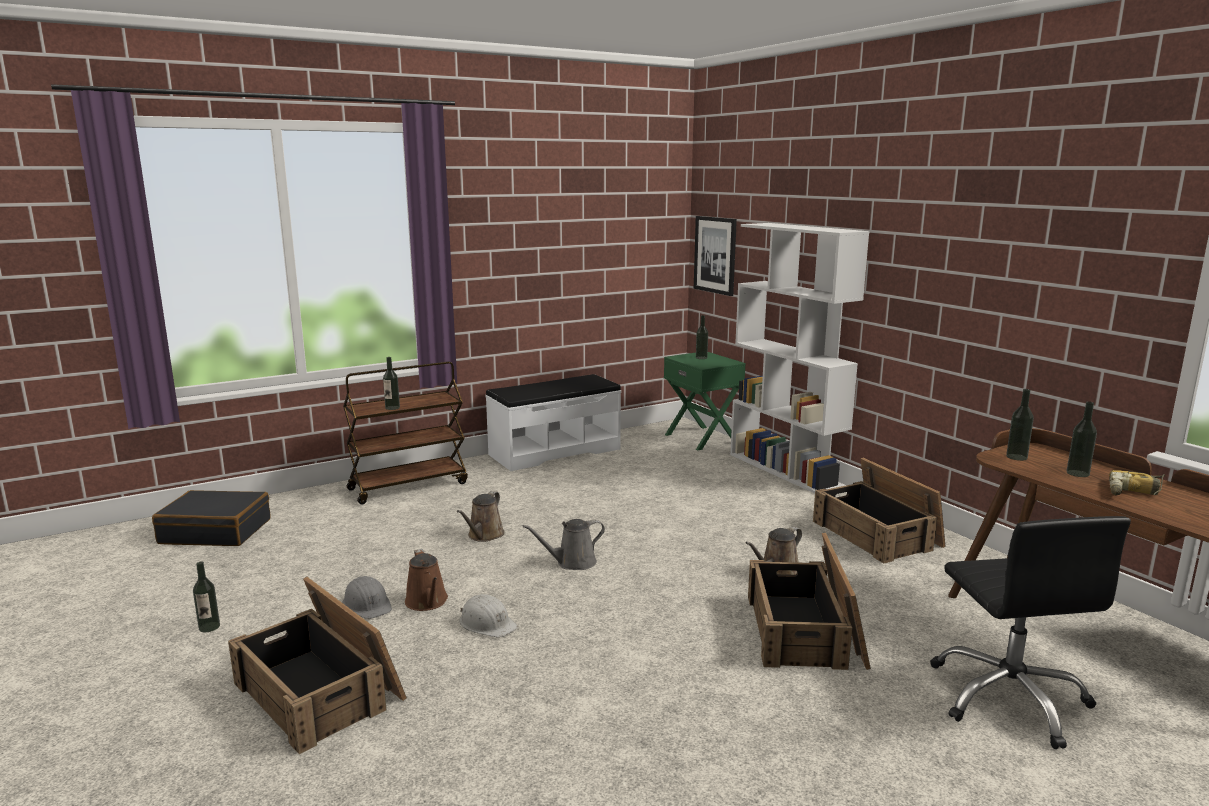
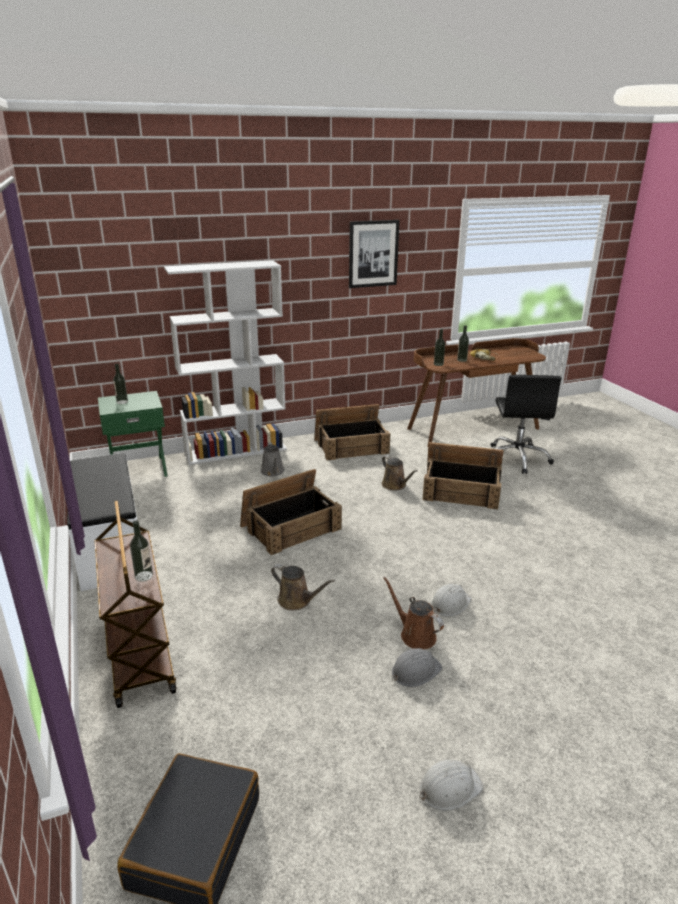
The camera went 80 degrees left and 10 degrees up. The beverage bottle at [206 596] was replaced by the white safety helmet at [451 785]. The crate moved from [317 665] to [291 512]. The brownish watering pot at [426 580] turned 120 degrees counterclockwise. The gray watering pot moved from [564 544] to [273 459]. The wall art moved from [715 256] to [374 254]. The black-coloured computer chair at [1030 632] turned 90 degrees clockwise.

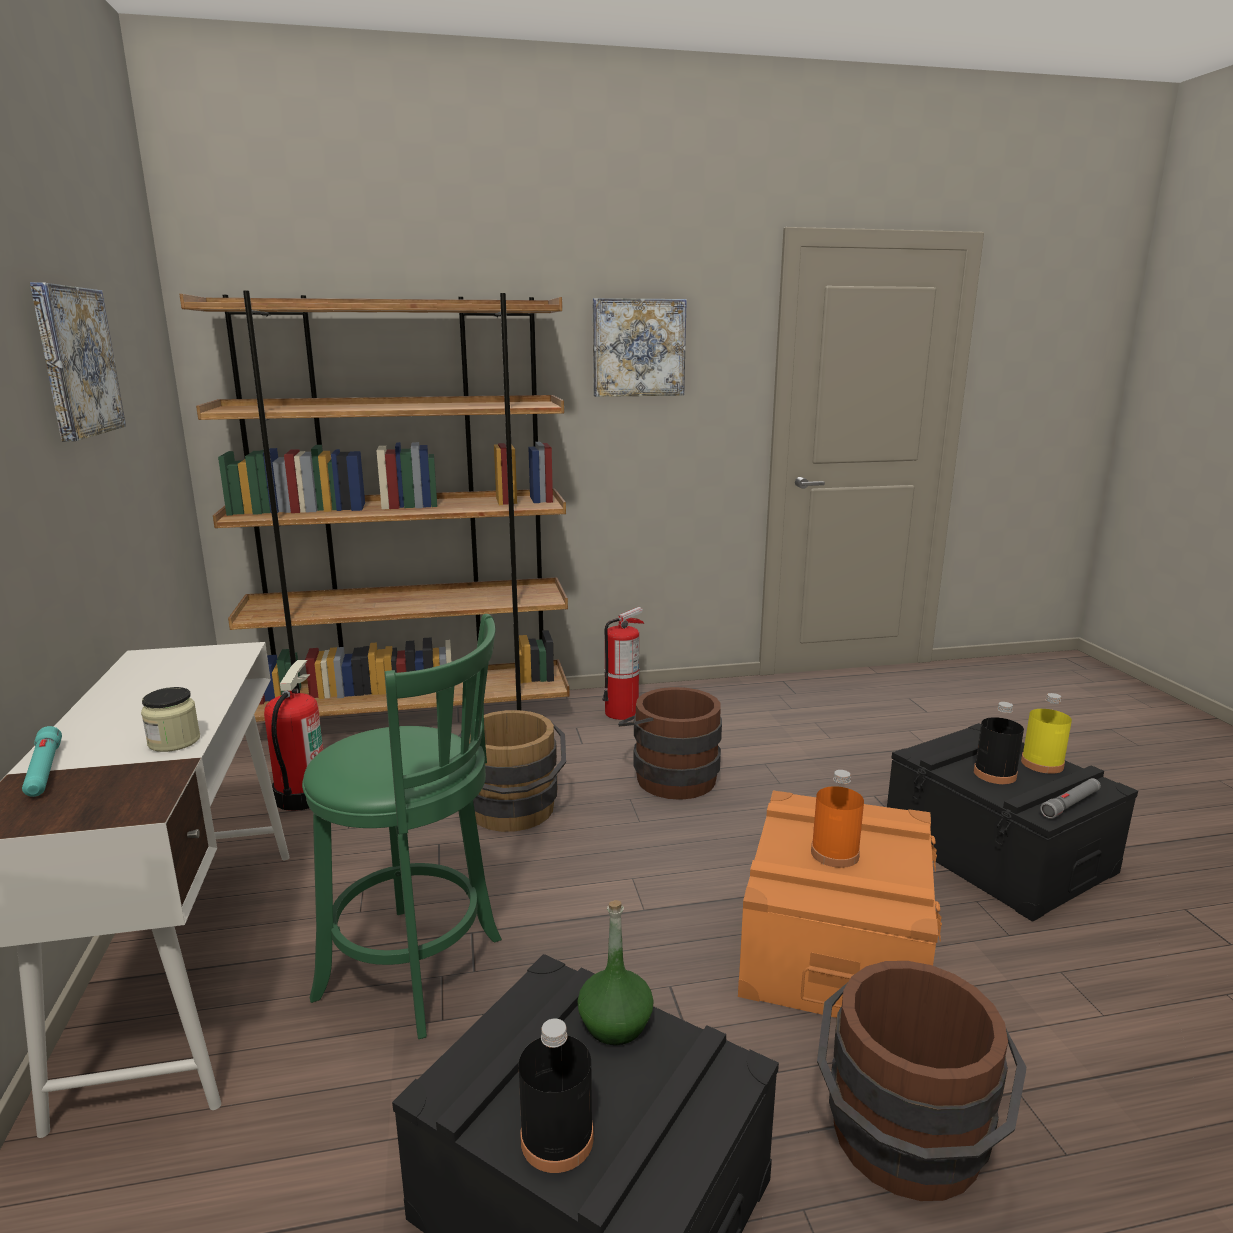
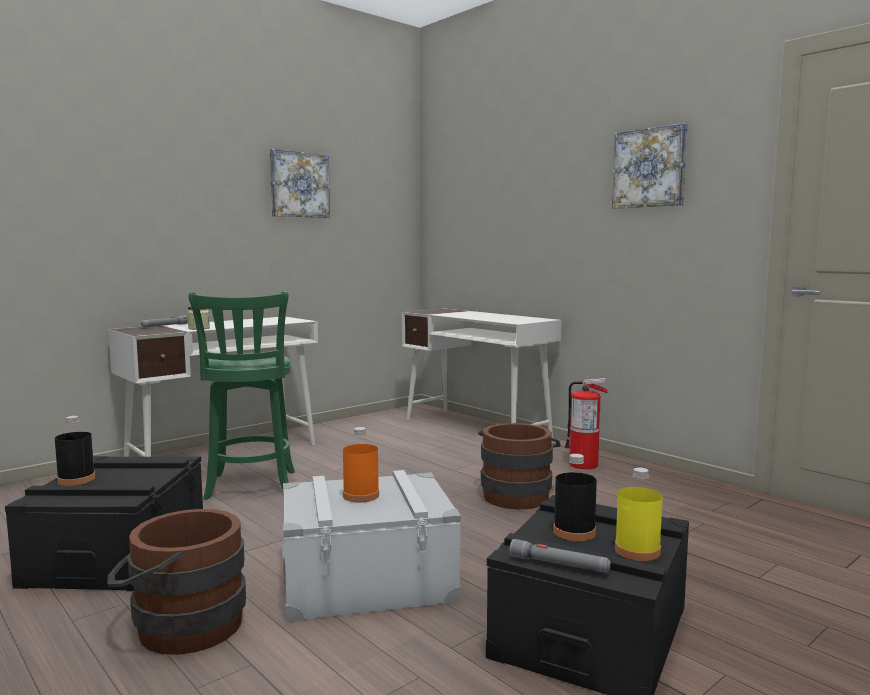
The camera went 60 degrees right and 10 degrees down. The turquoise-coloured flashlight at [42 761] became the gray flashlight at [164 321]. The brownish bookcase at [374 506] was replaced by the white desk at [482 373]. The fire extinguisher at [293 735] disappeared. The brownish pail at [512 771] disappeared. The green beverage bottle at [616 972] disappeared. The orange storage container at [840 904] became the gray storage container at [371 546].

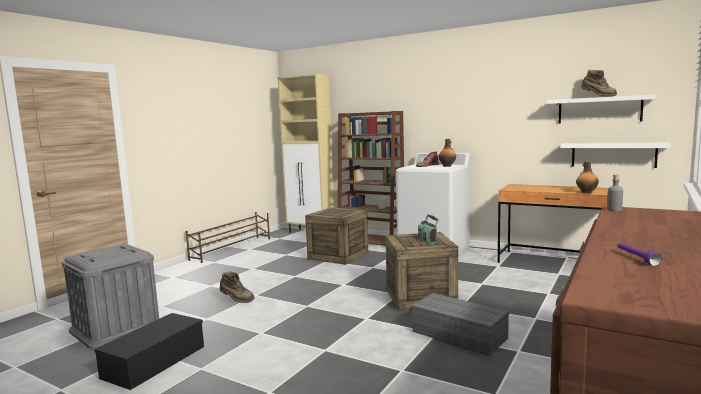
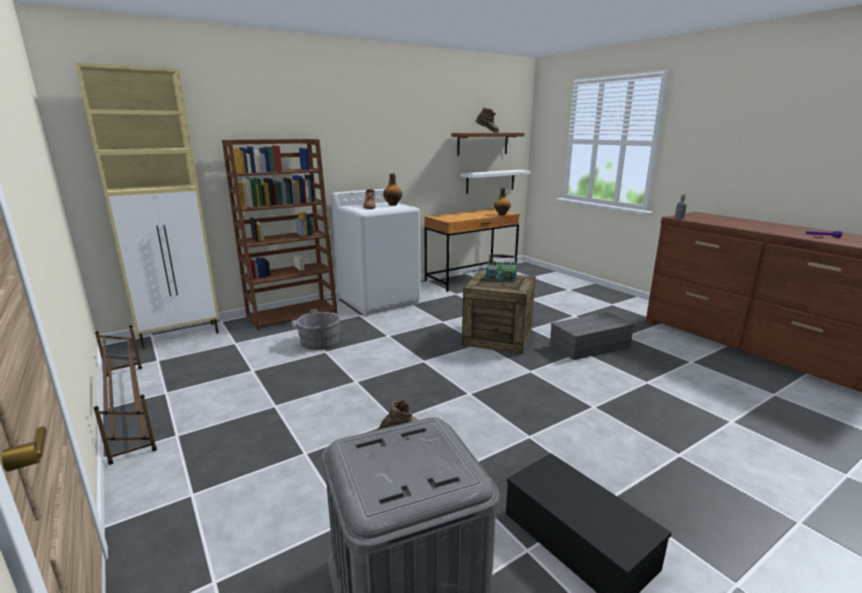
The camera went 65 degrees left and 10 degrees up. The crate at [336 236] was replaced by the gray pail at [316 329]. The white wall shelf at [601 109] became the brownish wall shelf at [487 144].

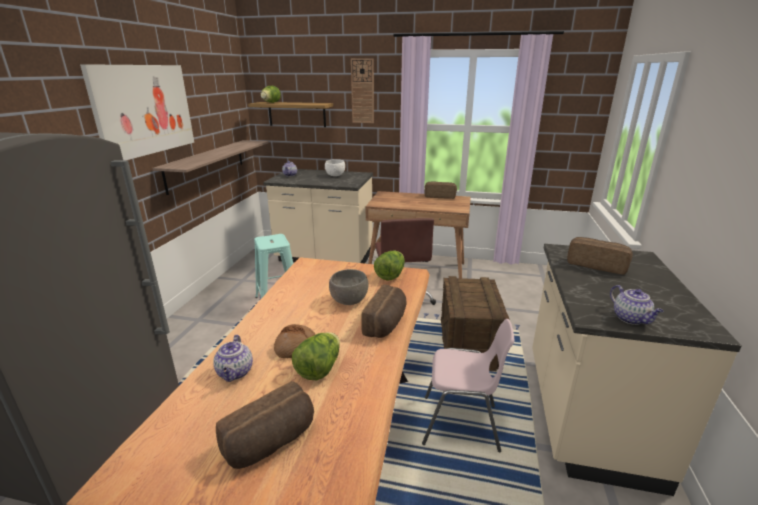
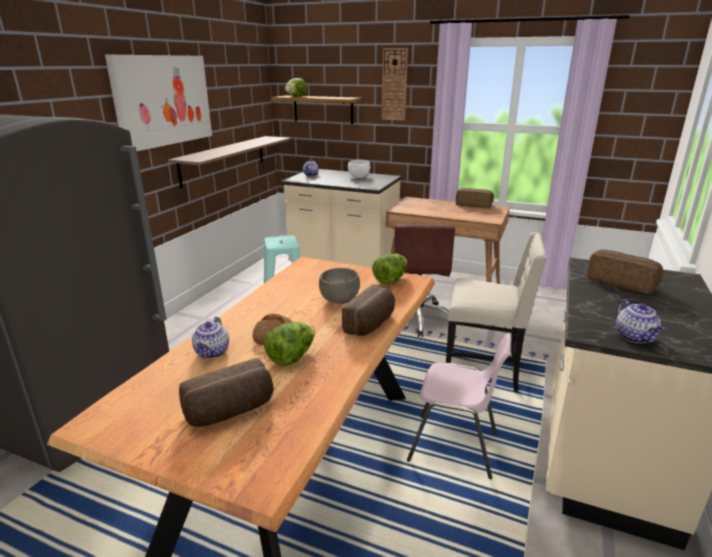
The camera went 10 degrees right and 0 degrees up. The crate at [475 323] was replaced by the sand-coloured upright chair at [496 312].

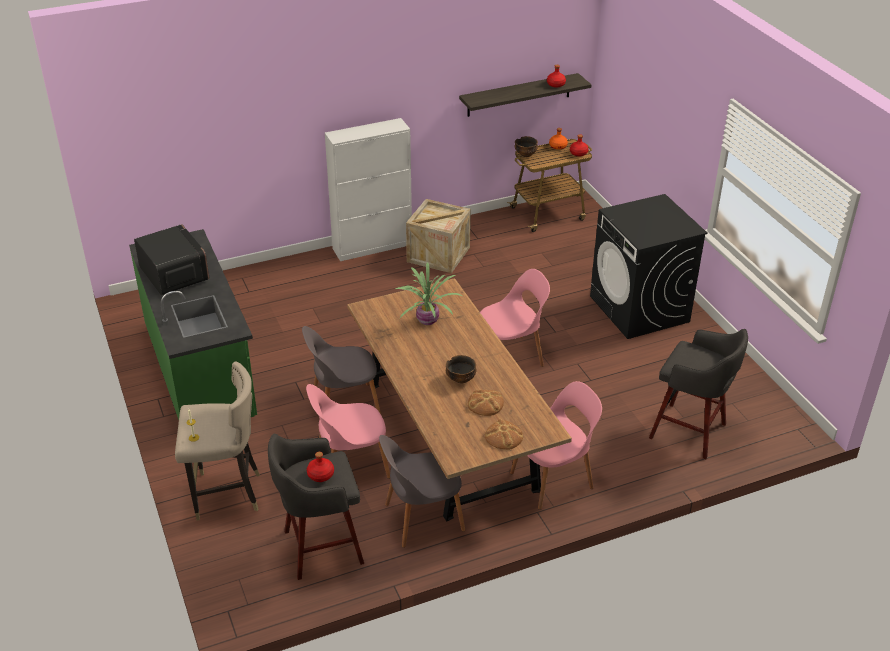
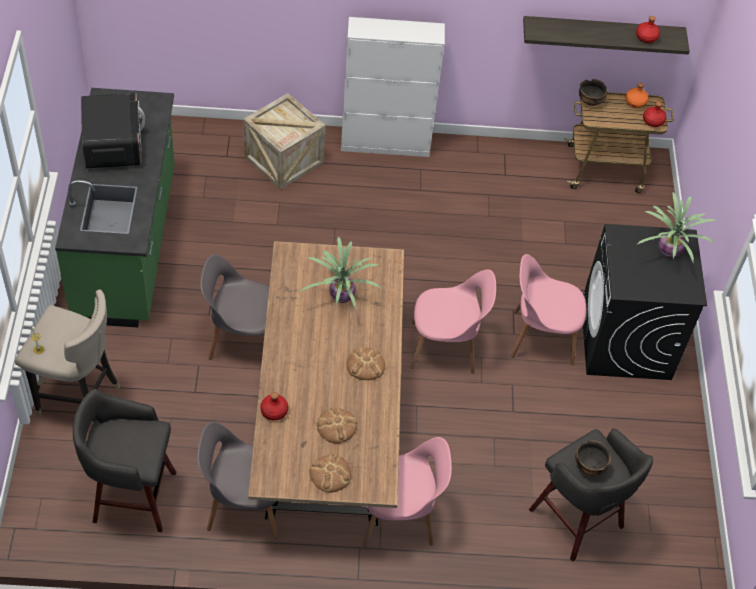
The camera went 20 degrees right and 15 degrees up. The pink upright chair moved from [348 431] to [548 309]. The red-coloured beverage bottle moved from [320 467] to [274 406]. The crate moved from [438 236] to [284 141]. The serving bowl moved from [461 369] to [593 458]. The bakery bread at [366 364] appeared. The plant in a pot at [676 227] appeared.

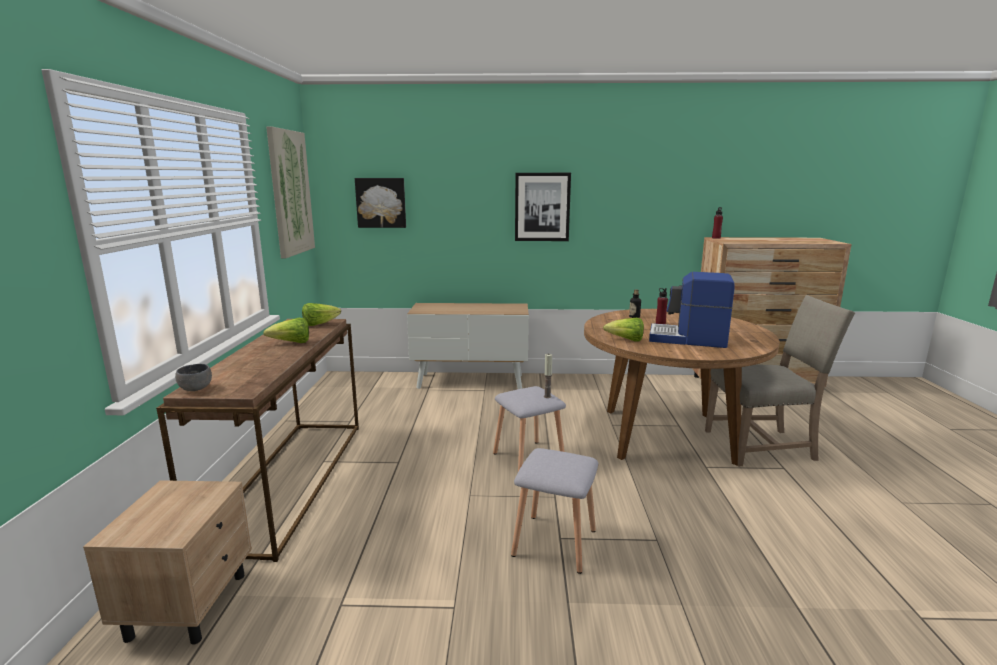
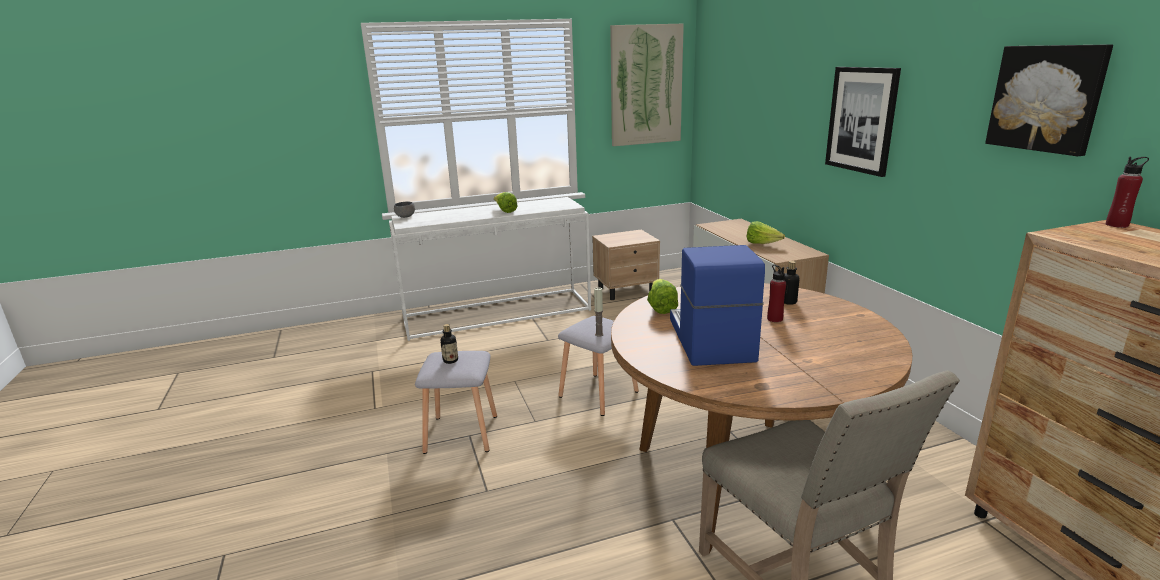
The camera went 70 degrees right and 5 degrees up. The sand-coloured bedside table moved from [167 562] to [626 265]. The brownish narrow table at [257 440] became the white narrow table at [490 269]. The lettuce moved from [321 314] to [766 232]. The wall art moved from [380 203] to [1049 100]. The beverage bottle at [449 344] appeared.

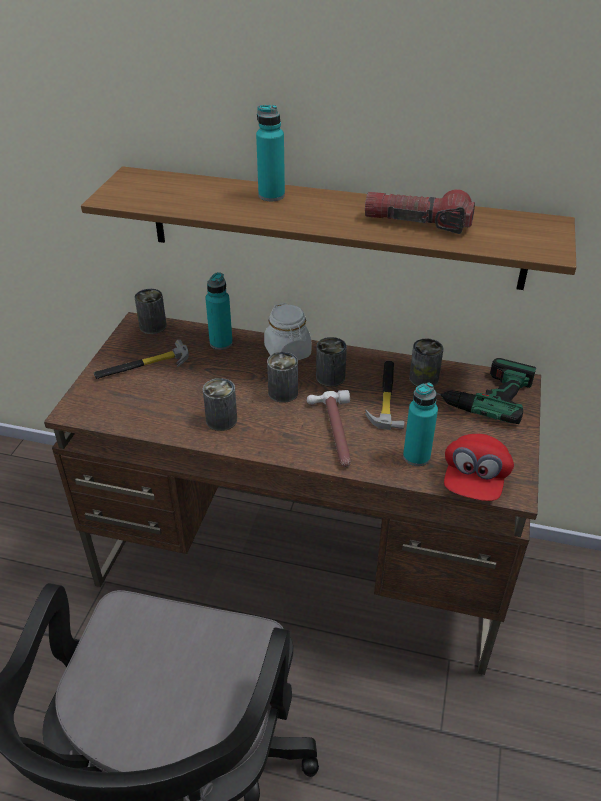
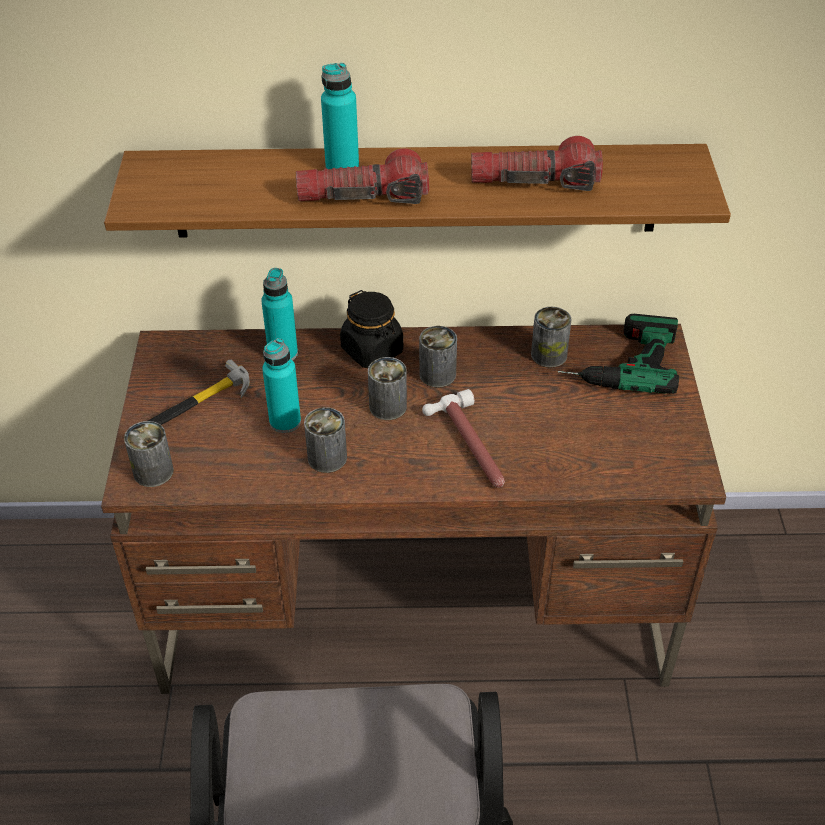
The camera went 15 degrees left and 5 degrees up. The metal can moved from [151 311] to [149 454]. The white jar at [287 331] became the black-coloured jar at [371 329]. The tool hammer at [384 395] disappeared. The turquoise-coloured beverage bottle moved from [420 424] to [281 385]. The red-coloured cap at [479 467] disappeared. The flashlight at [362 176] appeared.

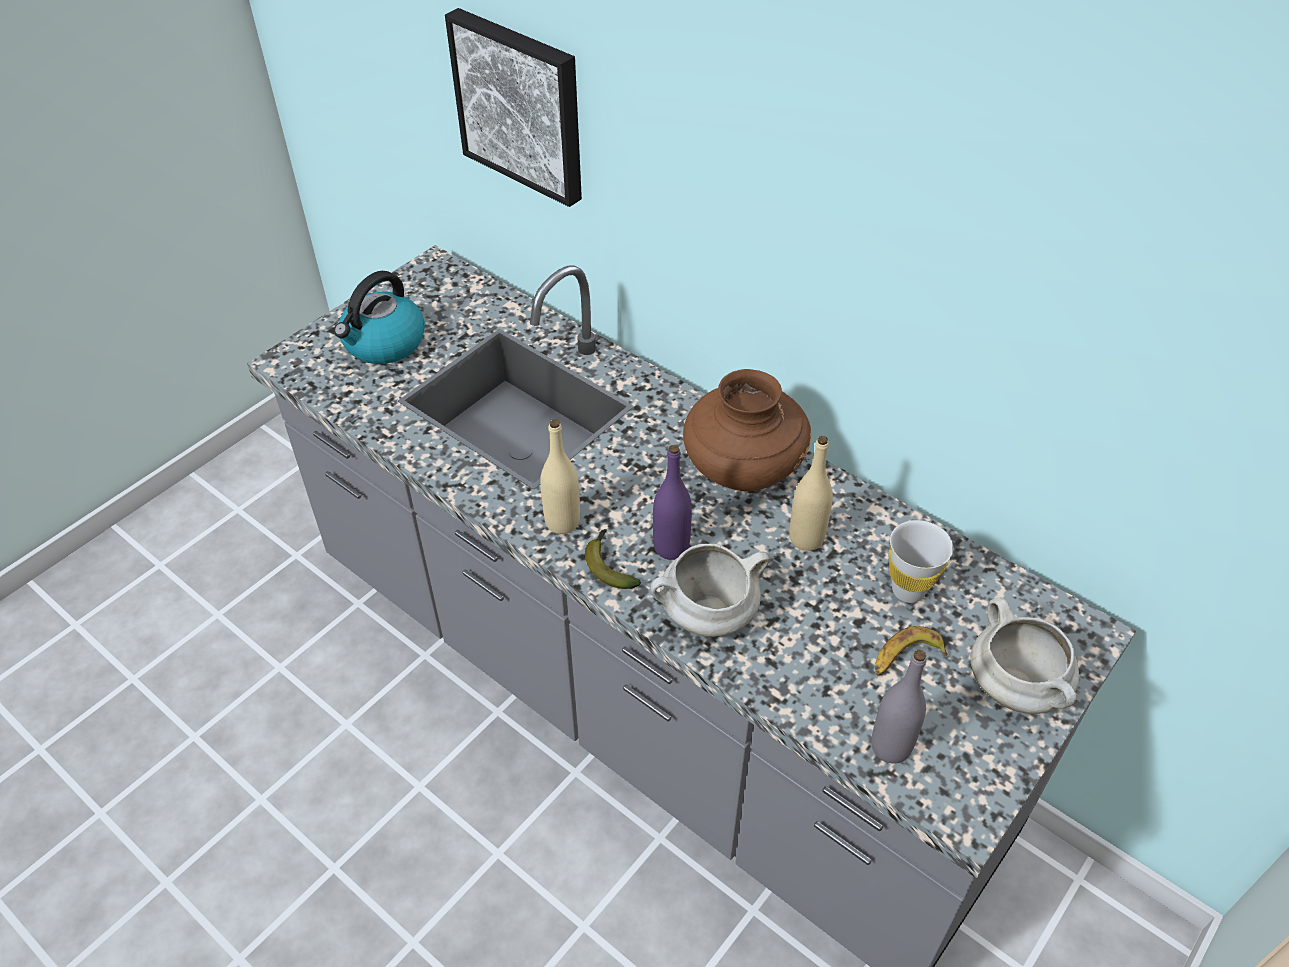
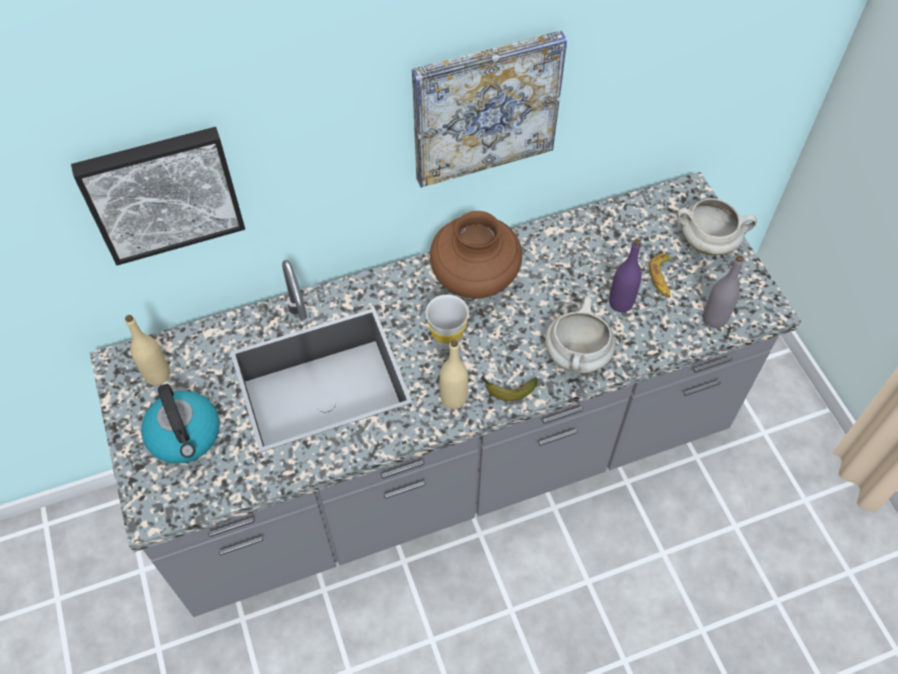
The camera went 60 degrees left and 10 degrees up. The purple-coloured beverage bottle moved from [672 502] to [625 275]. The sand-coloured beverage bottle moved from [811 493] to [147 350]. The white cup moved from [921 561] to [447 322]. The wall art at [489 109] appeared.

